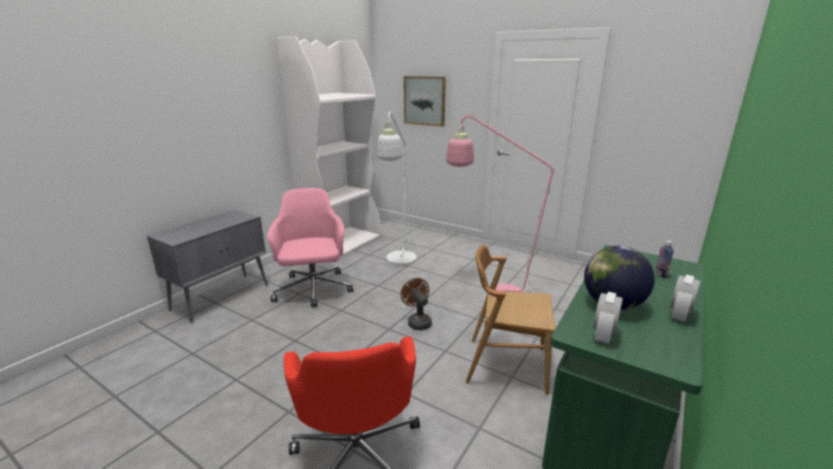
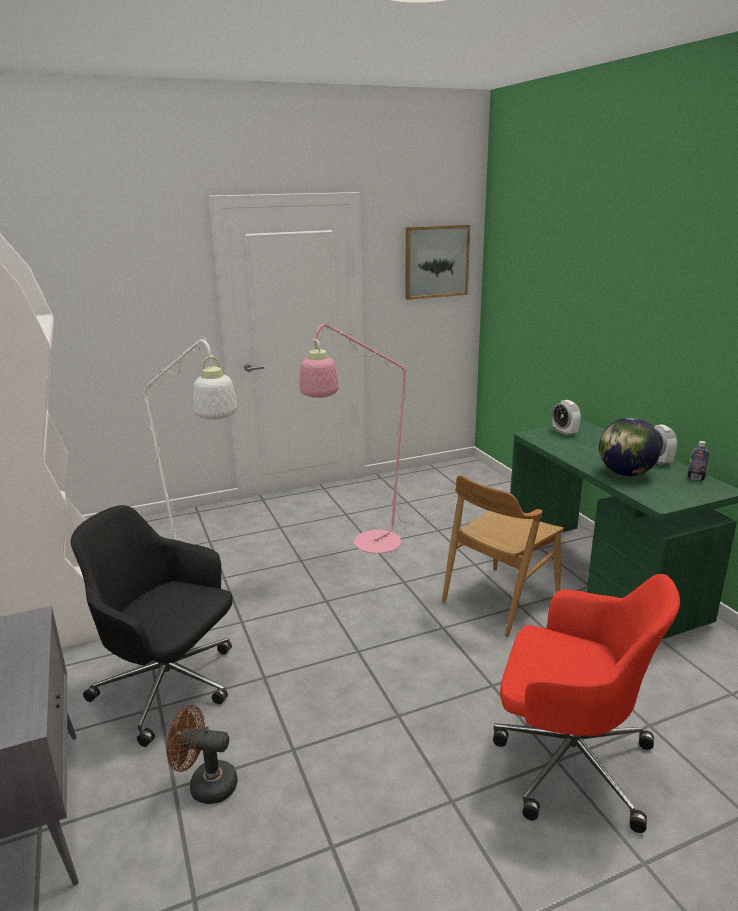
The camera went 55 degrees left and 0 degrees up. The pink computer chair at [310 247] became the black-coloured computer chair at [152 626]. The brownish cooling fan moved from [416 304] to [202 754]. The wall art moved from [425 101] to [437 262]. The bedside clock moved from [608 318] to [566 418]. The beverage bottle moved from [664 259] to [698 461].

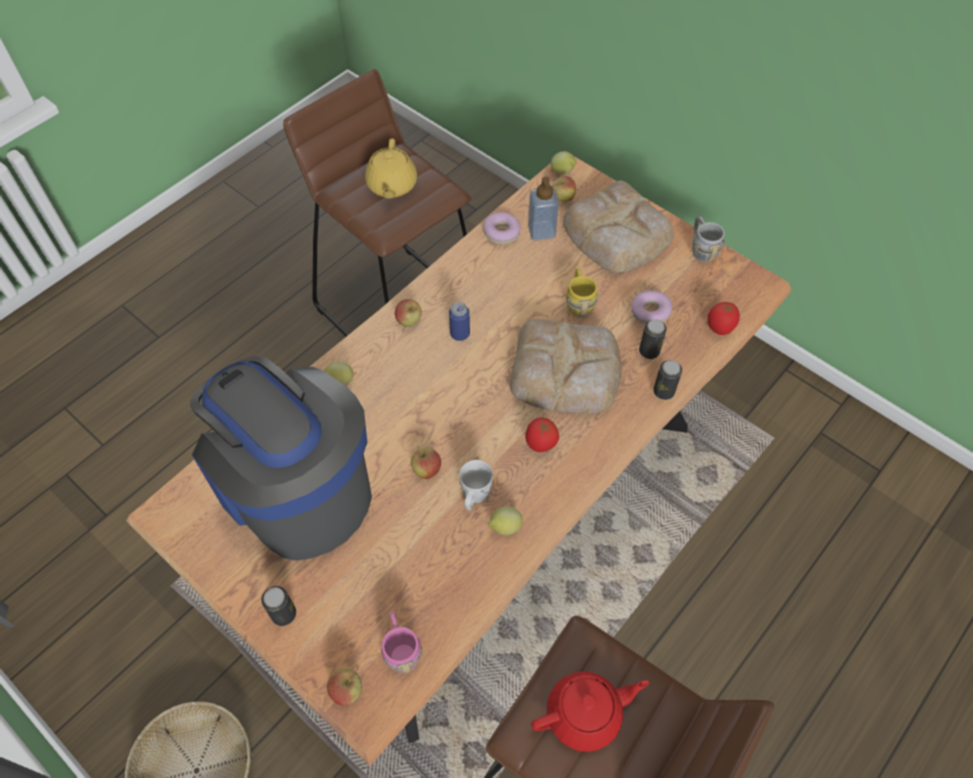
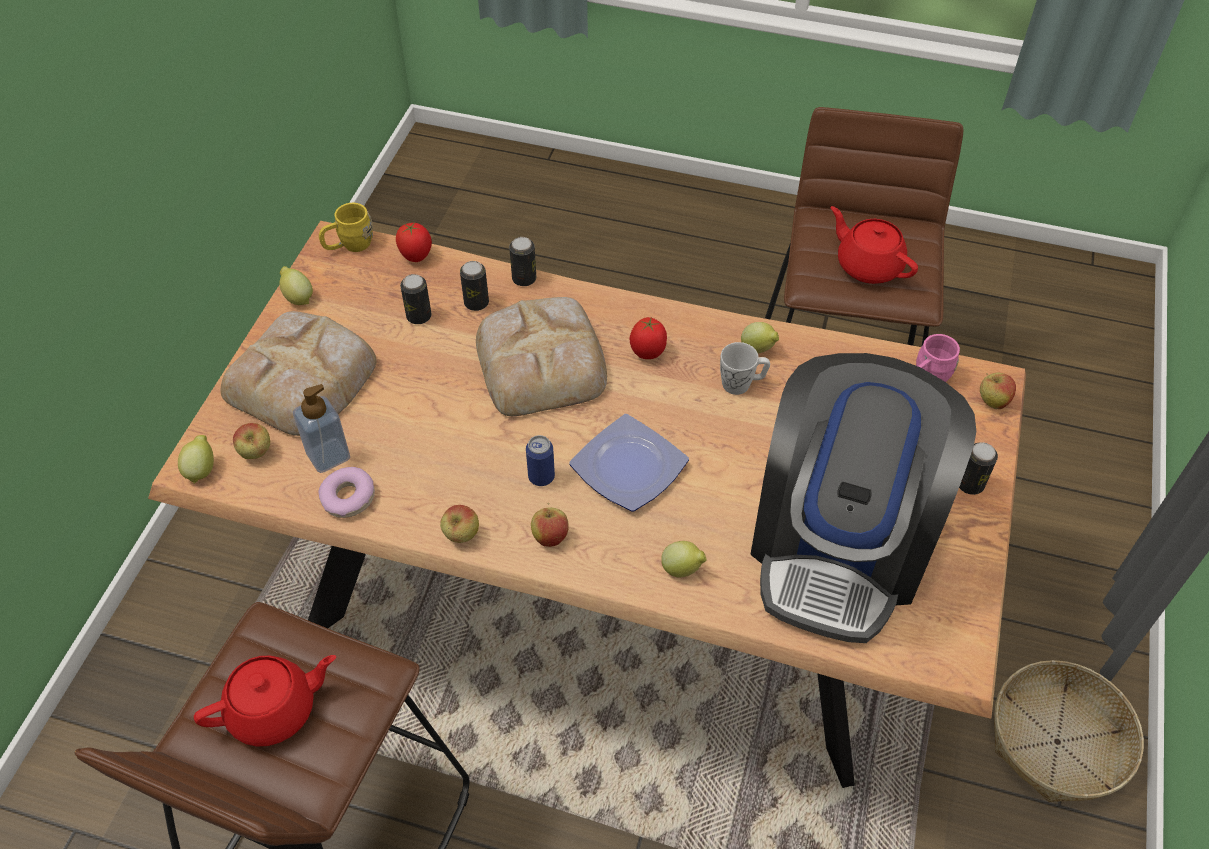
The camera went 115 degrees left and 5 degrees down. The yellow-coloured teapot at [391 169] became the red-coloured teapot at [265 700]. The apple fruit moved from [426 463] to [459 524]. The yellow-coloured coffee mug moved from [582 292] to [346 227]. The doughnut at [651 307] was replaced by the metal can at [415 299]. The gray coffee mug at [708 239] was replaced by the lemon at [296 285]. The dinner plate at [629 463] appeared.

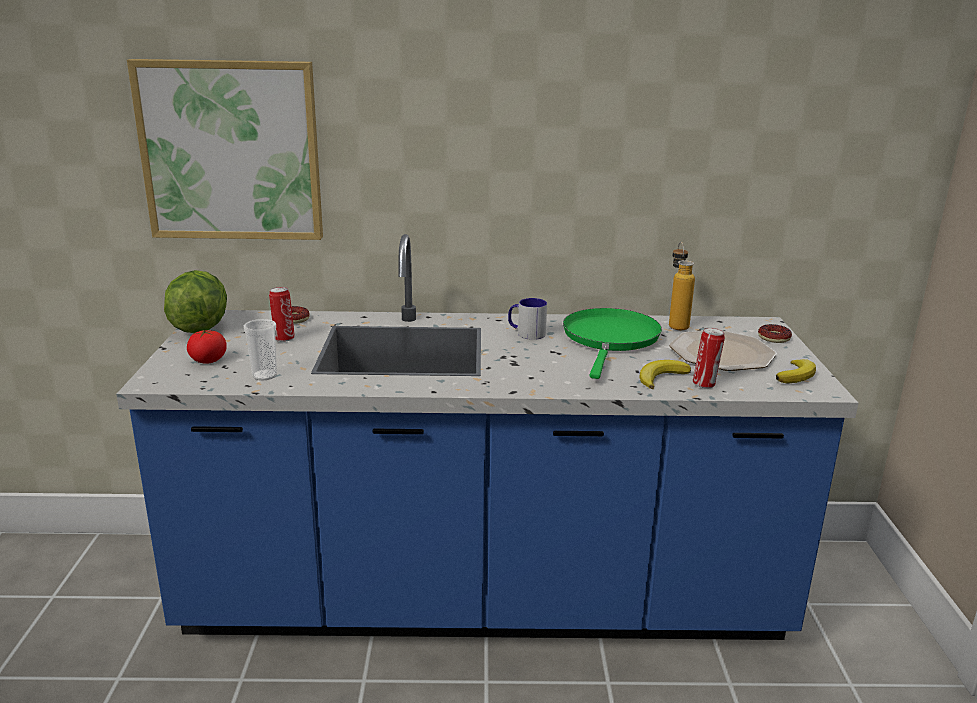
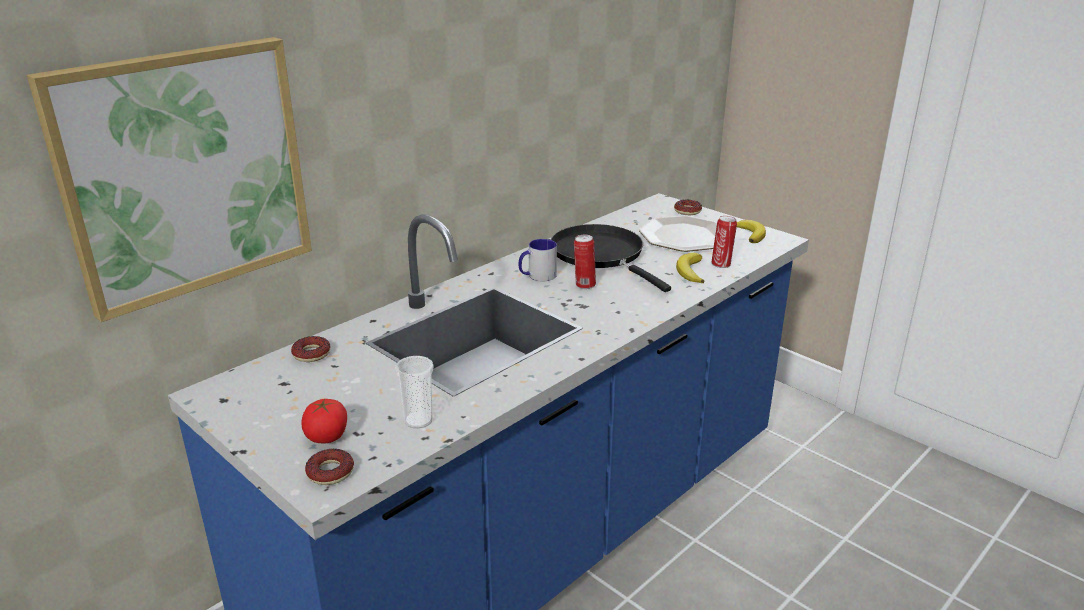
The camera went 45 degrees left and 5 degrees up. The lettuce at [195 301] disappeared. The metal can moved from [282 314] to [585 262]. The green skillet at [612 343] became the black-coloured skillet at [611 258]. The beverage bottle at [682 286] disappeared. The doughnut at [329 467] appeared.

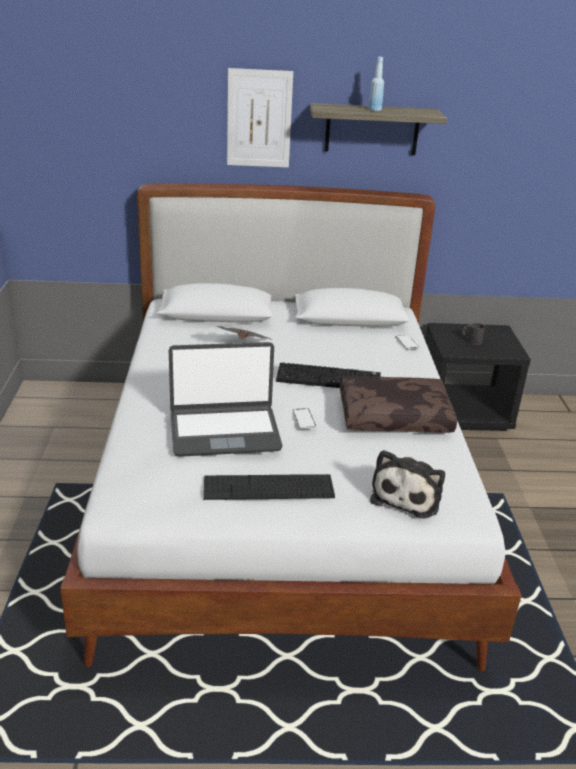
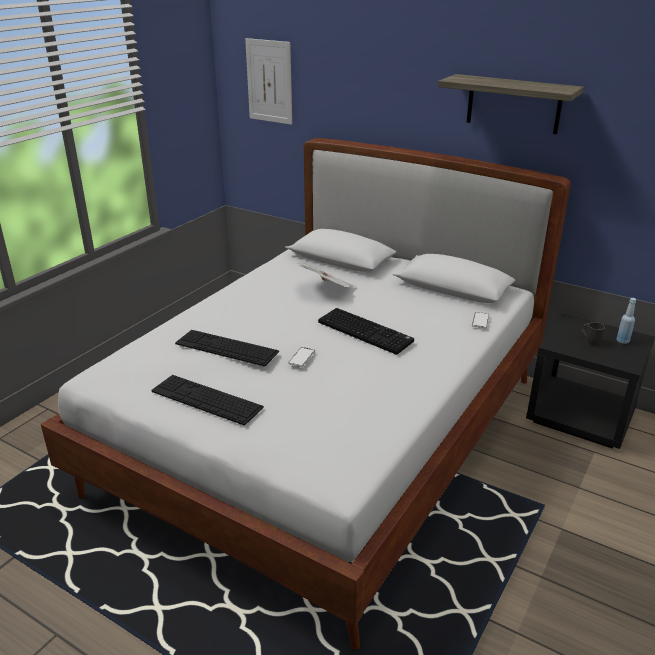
The camera went 35 degrees right and 0 degrees up. The portable computer at [226 399] was replaced by the keyboard at [227 348]. The wall art moved from [260 118] to [268 81]. The brownish pillow at [398 404] disappeared. The blue beverage bottle moved from [376 84] to [626 321]. The plush toy at [407 484] disappeared.

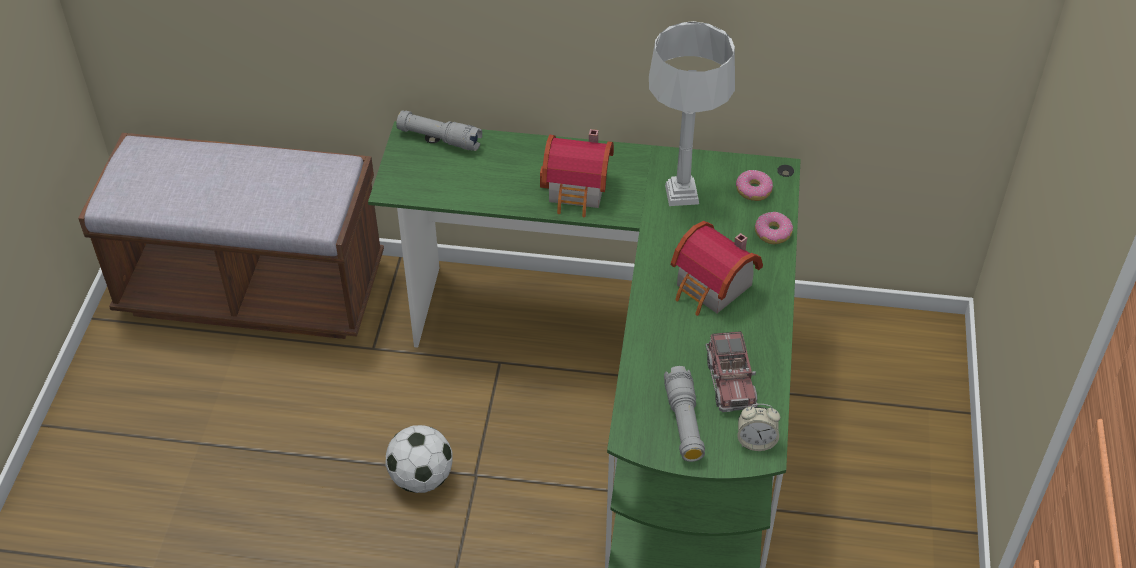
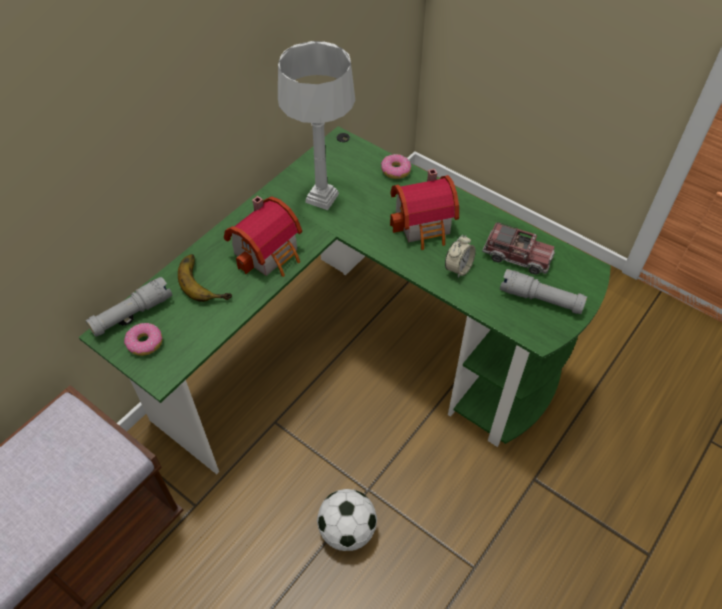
The camera went 60 degrees left and 5 degrees up. The doughnut moved from [754 185] to [143 339]. The bedside clock moved from [759 427] to [460 256]. The banana fruit at [205 278] appeared.

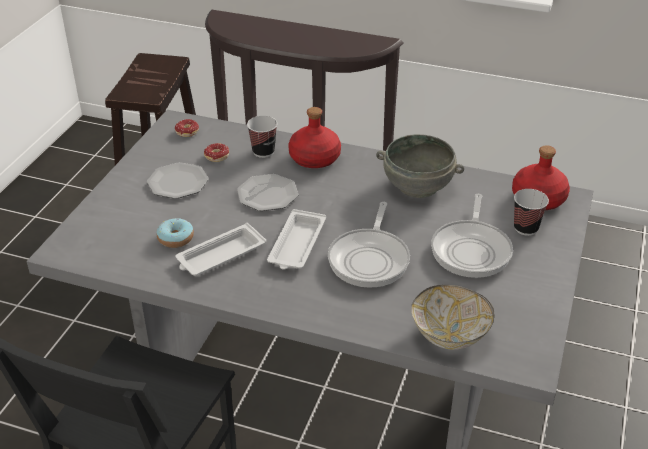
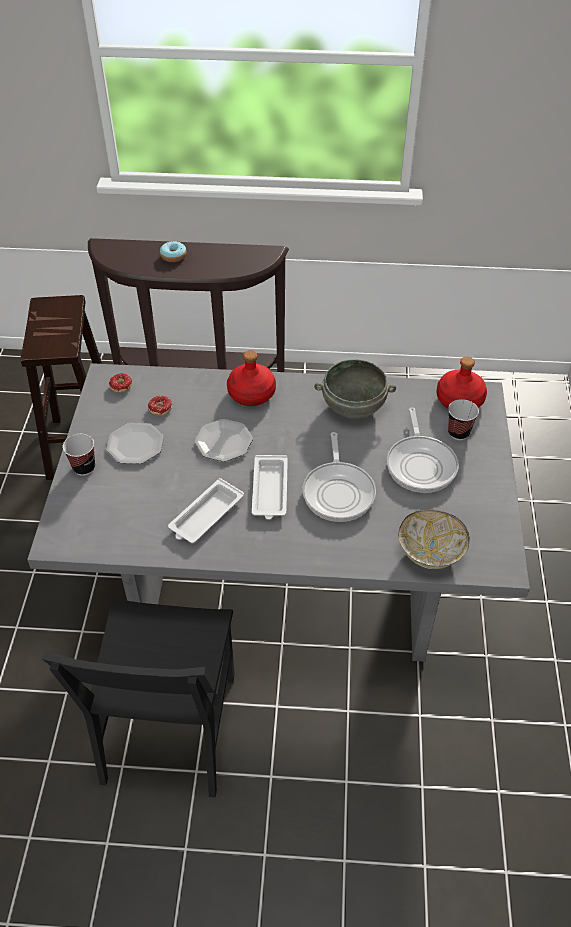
The camera went 15 degrees left and 10 degrees up. The doughnut moved from [175 233] to [173 251]. The cup moved from [262 137] to [79 455].

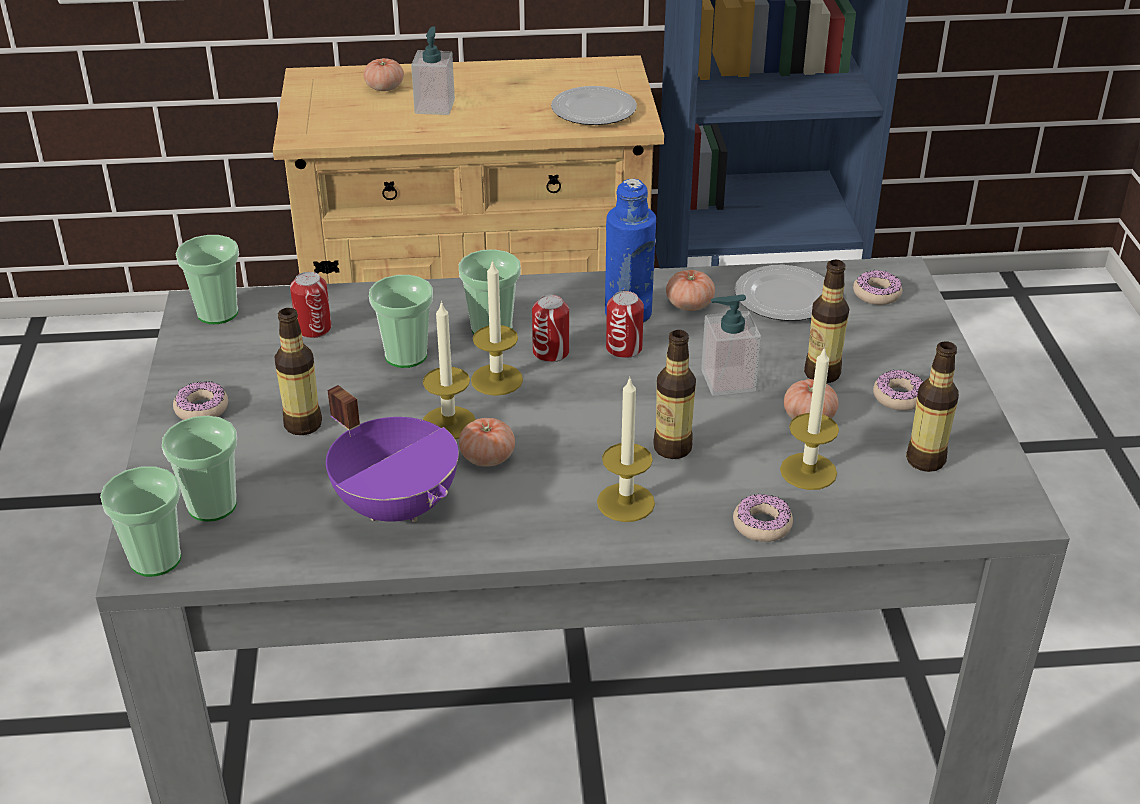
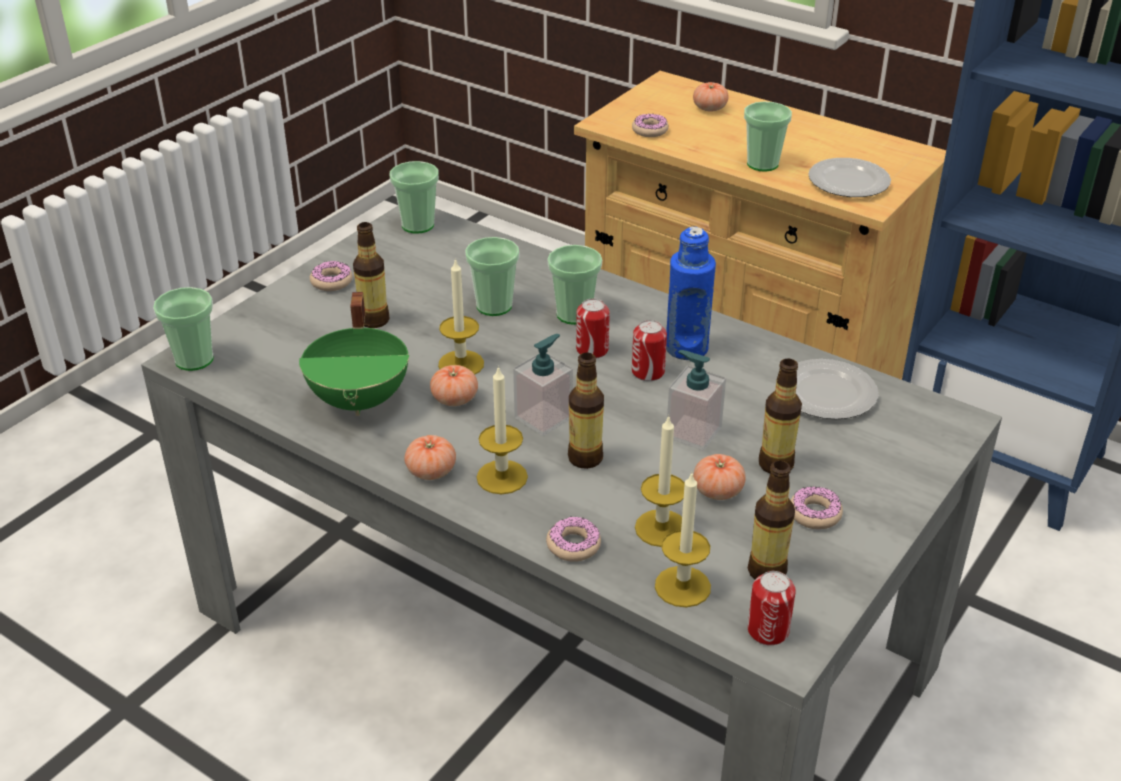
The camera went 40 degrees right and 0 degrees up. The cup moved from [199 469] to [768 136]. The metal can moved from [311 305] to [772 608]. The purple-coloured saucepot at [392 453] became the green saucepot at [354 354]. The soap bottle moved from [433 70] to [543 385]. The wax light moved from [497 327] to [683 539]. The whole tomato moved from [690 290] to [430 457]. The doughnut moved from [877 287] to [650 125].

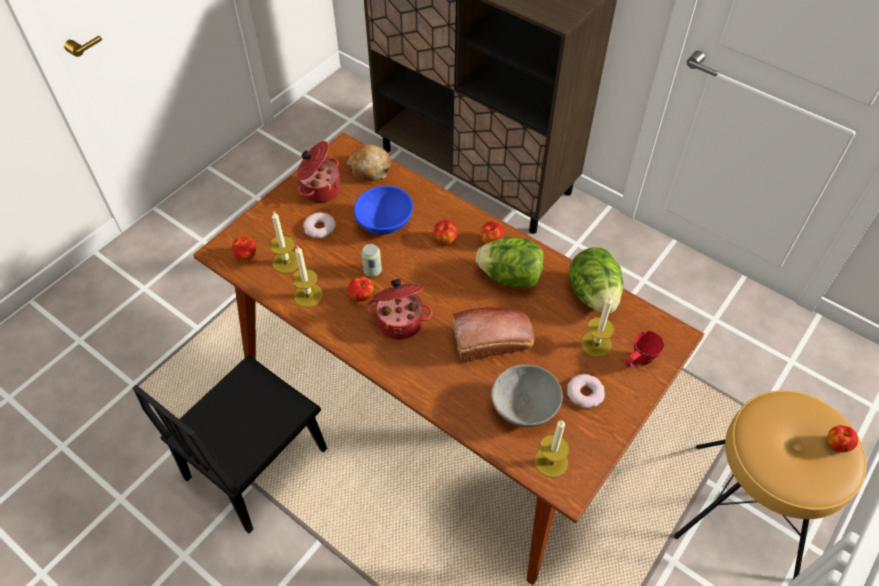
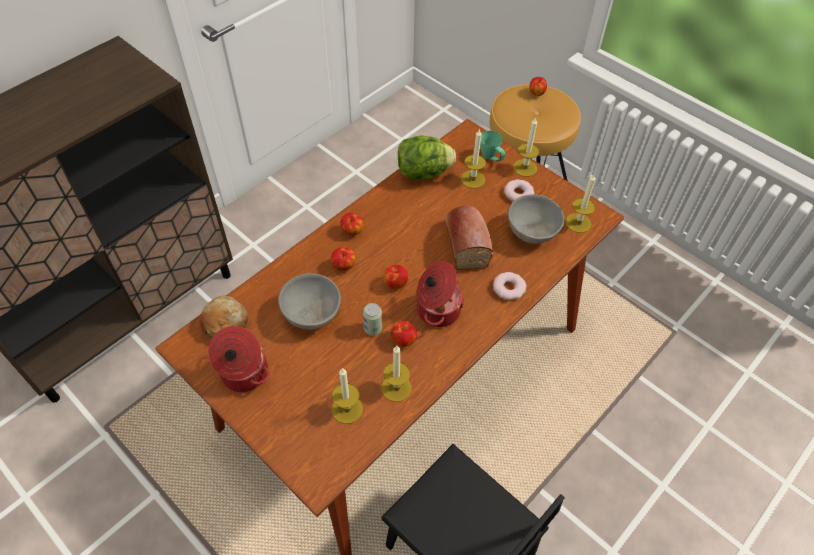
The camera went 85 degrees left and 0 degrees up. The apple fruit moved from [244 249] to [395 277]. The doughnut moved from [319 225] to [510 286]. The blue serving bowl at [383 210] became the gray serving bowl at [310 301]. The lettuce at [510 263] disappeared. The red-coloured coffee mug at [644 349] became the green coffee mug at [493 146]. The wax light at [526 147] appeared.

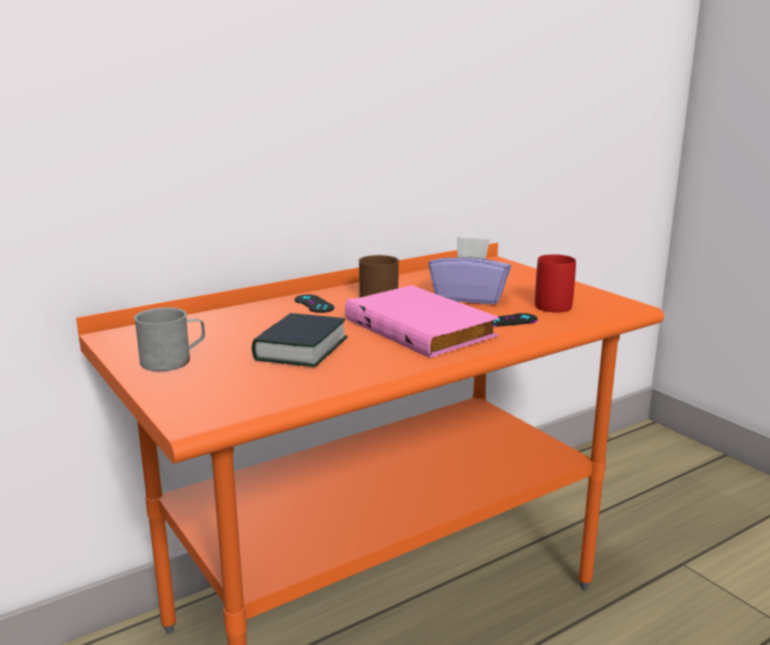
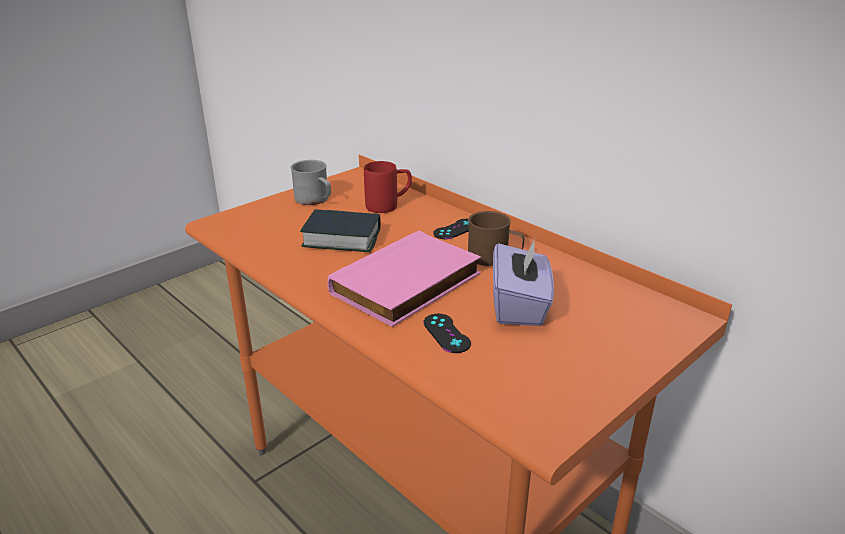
The camera went 80 degrees right and 10 degrees up. The red-coloured coffee mug moved from [555 283] to [388 187].

